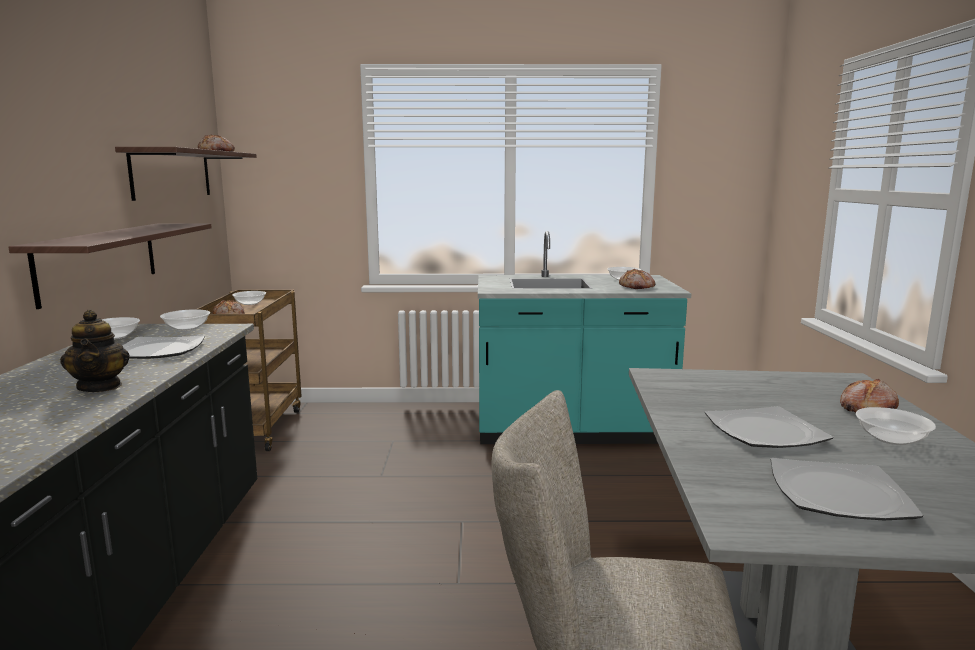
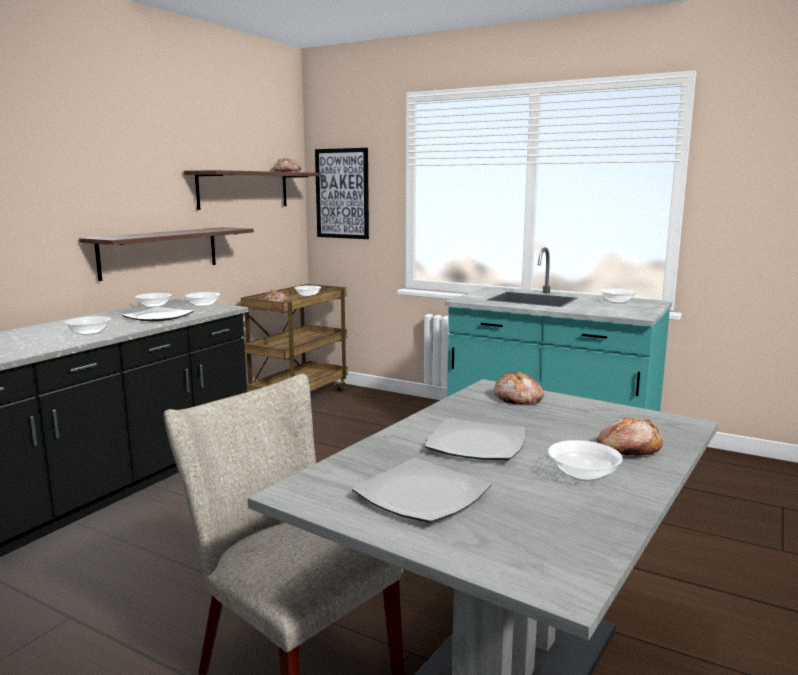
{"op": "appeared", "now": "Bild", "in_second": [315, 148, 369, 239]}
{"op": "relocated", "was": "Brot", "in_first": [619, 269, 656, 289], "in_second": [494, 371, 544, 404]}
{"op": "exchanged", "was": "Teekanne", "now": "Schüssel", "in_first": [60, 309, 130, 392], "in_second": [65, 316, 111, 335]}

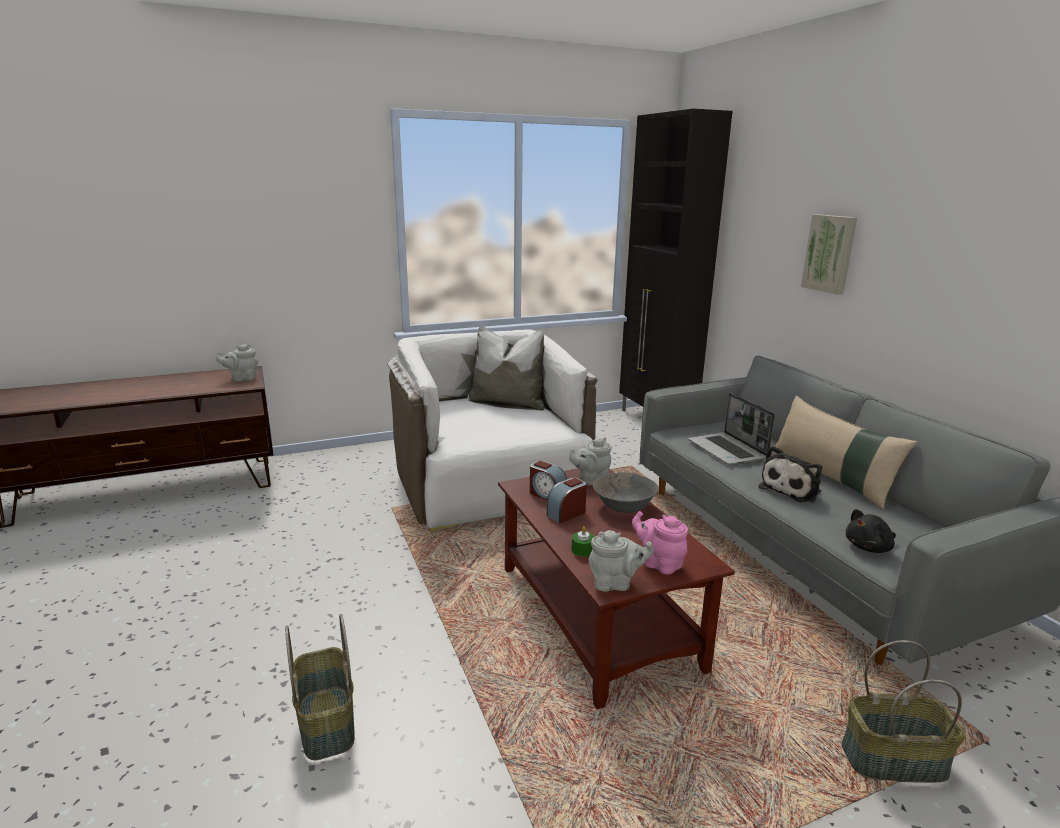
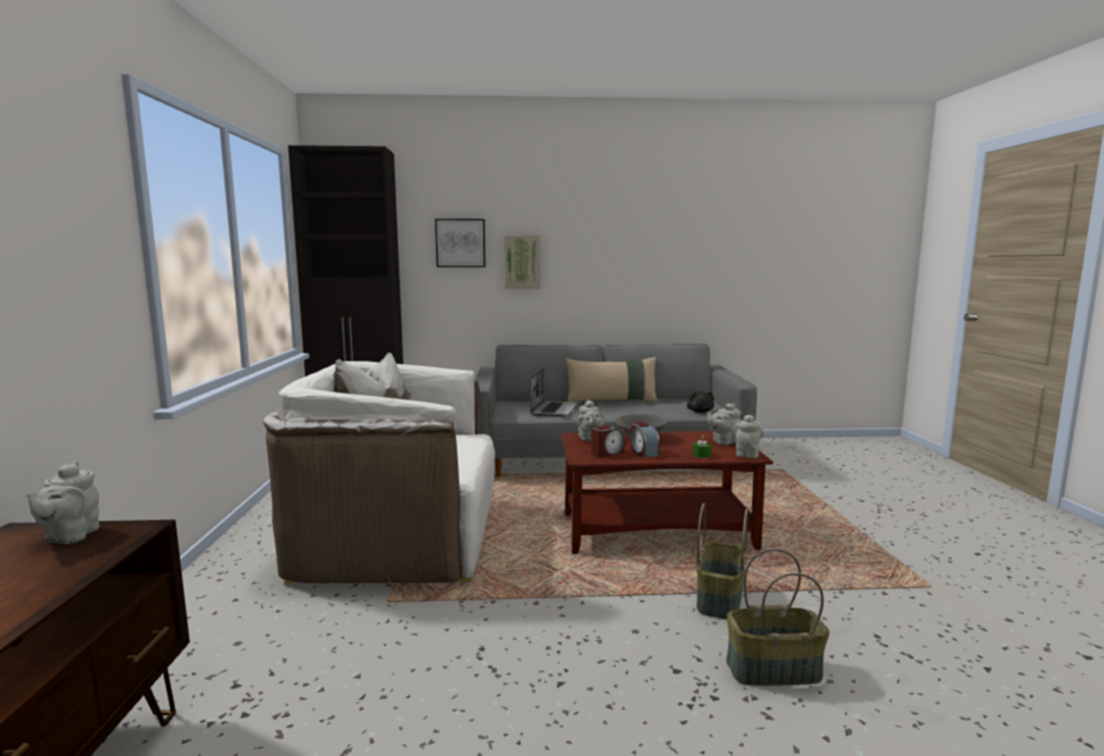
{"op": "missing", "was": "Plüschtier", "in_first": [759, 446, 822, 502]}
{"op": "appeared", "now": "Bild", "in_second": [435, 219, 486, 267]}
{"op": "relocated", "was": "Korb", "in_first": [842, 640, 966, 783], "in_second": [696, 503, 748, 619]}
{"op": "colour", "was": "Teekanne [rosa]", "now": "Teekanne [grau]", "in_first": [632, 511, 688, 574], "in_second": [707, 403, 741, 445]}
{"op": "spun", "was": "Laptop", "in_first": [688, 393, 775, 465], "in_second": [530, 368, 578, 417], "clockwise": -75}

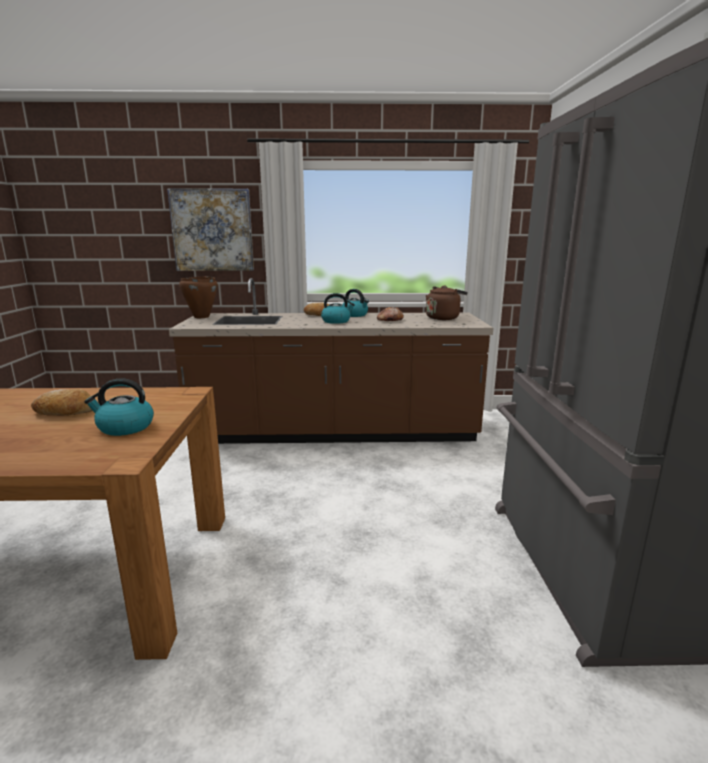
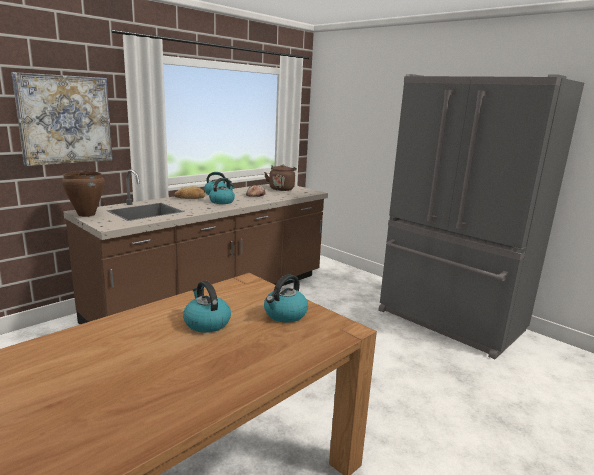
{"op": "exchanged", "was": "Brot", "now": "Wasserkessel", "in_first": [31, 389, 93, 416], "in_second": [183, 281, 231, 333]}

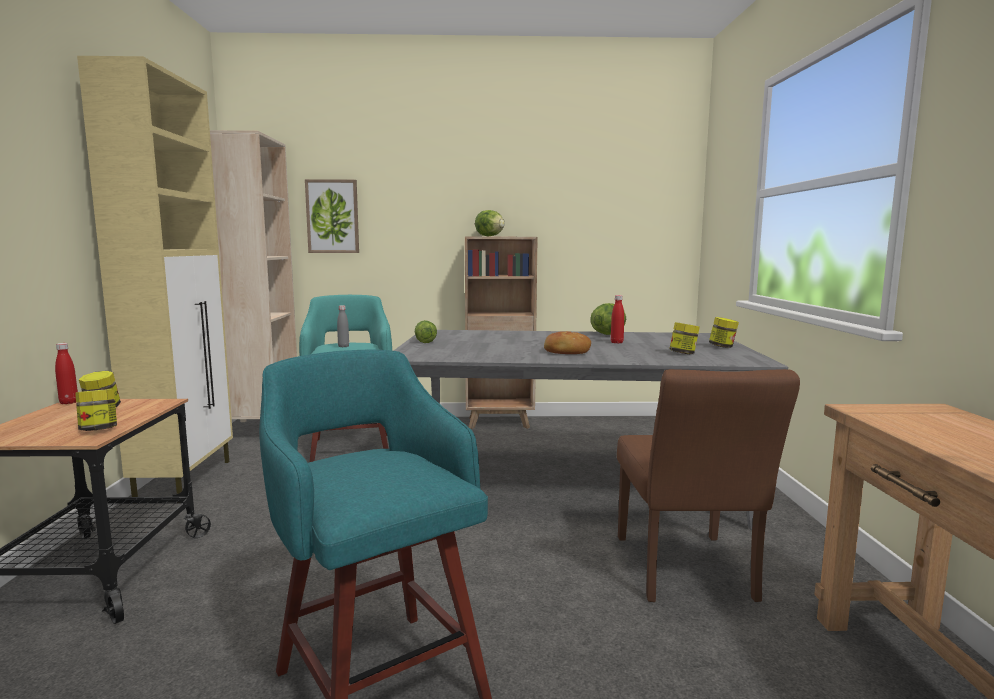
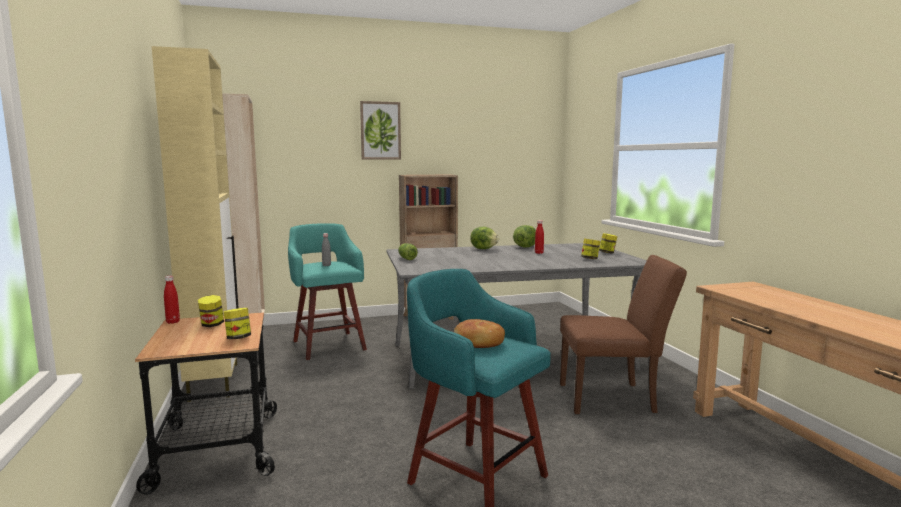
{"op": "relocated", "was": "Bild", "in_first": [305, 179, 359, 253], "in_second": [360, 101, 401, 159]}
{"op": "relocated", "was": "Salatkopf", "in_first": [475, 210, 505, 236], "in_second": [470, 227, 499, 249]}
{"op": "relocated", "was": "Brot", "in_first": [544, 331, 591, 354], "in_second": [454, 319, 505, 348]}
{"op": "spun", "was": "Stuhl [braun]", "in_first": [617, 369, 800, 602], "in_second": [560, 255, 687, 414], "clockwise": -75}

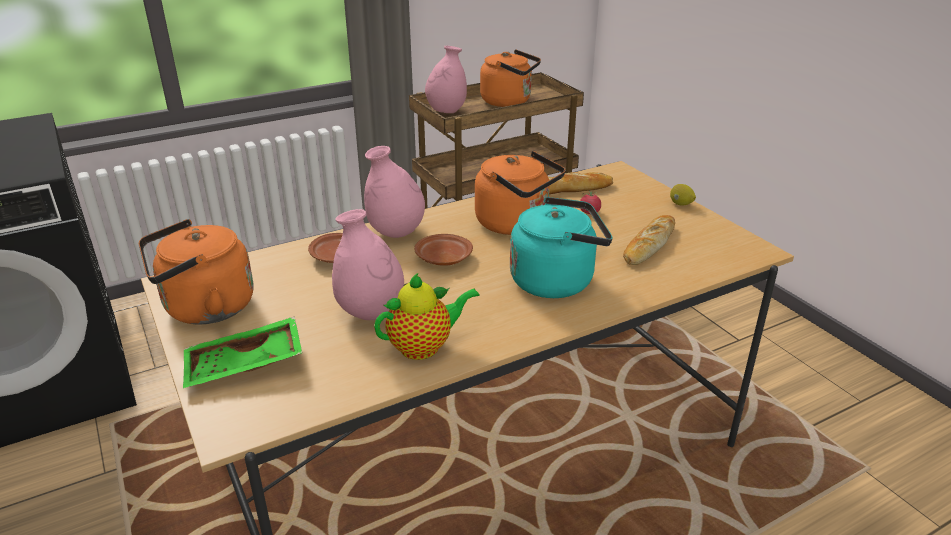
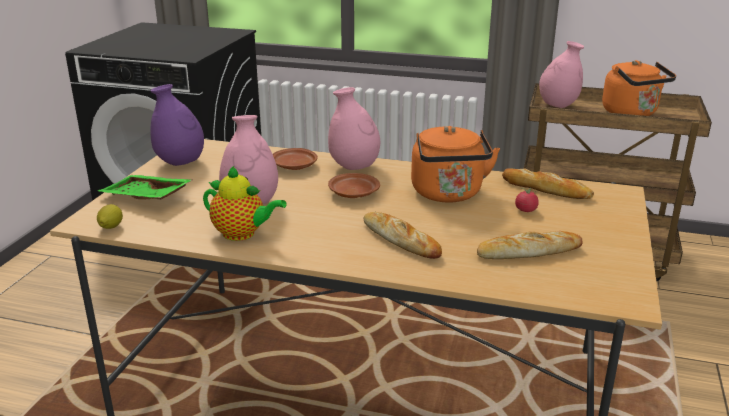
{"op": "relocated", "was": "Zitrone", "in_first": [670, 184, 696, 205], "in_second": [97, 204, 123, 229]}
{"op": "exchanged", "was": "Wasserkessel [orange]", "now": "Vase [lila]", "in_first": [139, 219, 254, 324], "in_second": [150, 84, 204, 166]}
{"op": "exchanged", "was": "Wasserkessel [türkis]", "now": "Brot", "in_first": [510, 197, 613, 298], "in_second": [364, 212, 442, 259]}

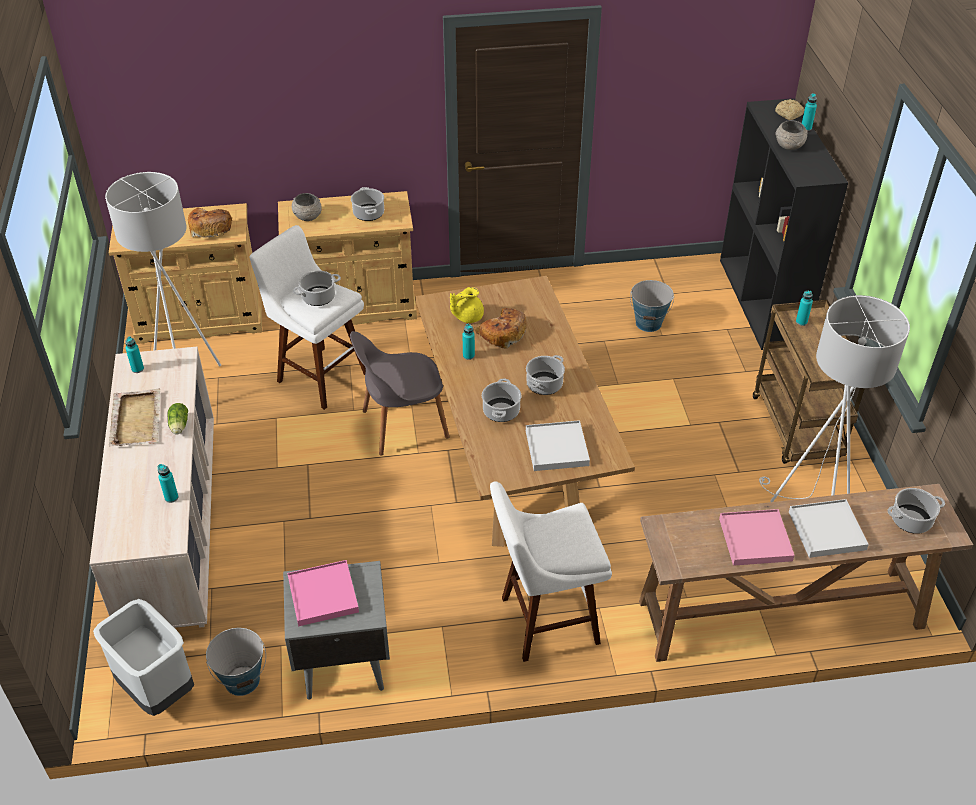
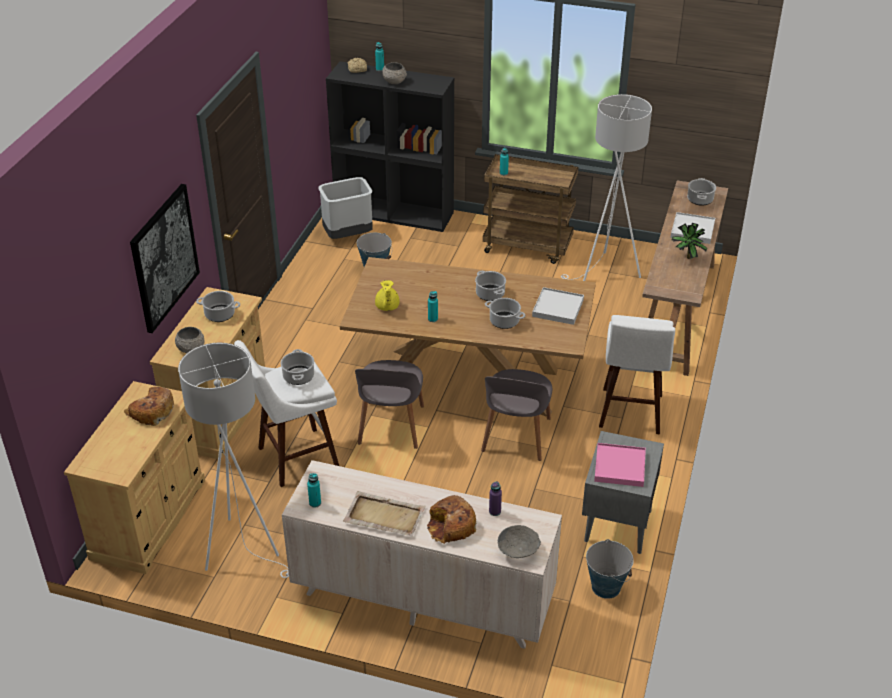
{"op": "missing", "was": "Salatkopf", "in_first": [167, 403, 188, 435]}
{"op": "appeared", "now": "Bild", "in_second": [130, 184, 200, 333]}
{"op": "appeared", "now": "Stuhl [grau]", "in_second": [481, 369, 552, 461]}
{"op": "appeared", "now": "Schüssel [grau]", "in_second": [498, 525, 541, 558]}
{"op": "relocated", "was": "Mülleimer [grau]", "in_first": [93, 599, 194, 716], "in_second": [318, 177, 373, 239]}
{"op": "relocated", "was": "Brot", "in_first": [475, 308, 526, 349], "in_second": [427, 495, 476, 544]}
{"op": "exchanged", "was": "Tablett [rosa]", "now": "Topfpflanze", "in_first": [719, 509, 794, 566], "in_second": [671, 223, 707, 259]}
{"op": "colour", "was": "Flasche [türkis]", "now": "Flasche [lila]", "in_first": [158, 464, 178, 503], "in_second": [489, 481, 502, 516]}

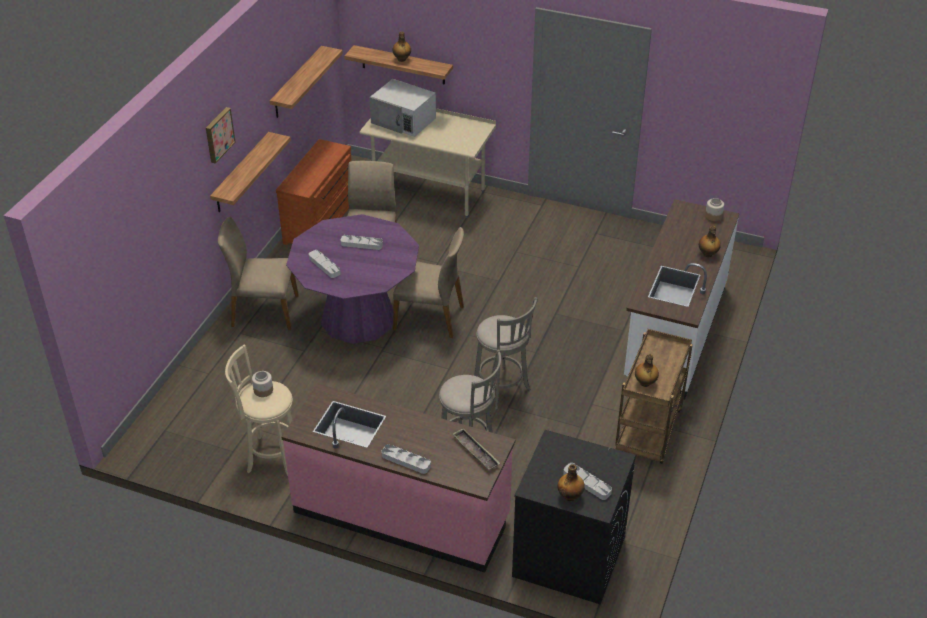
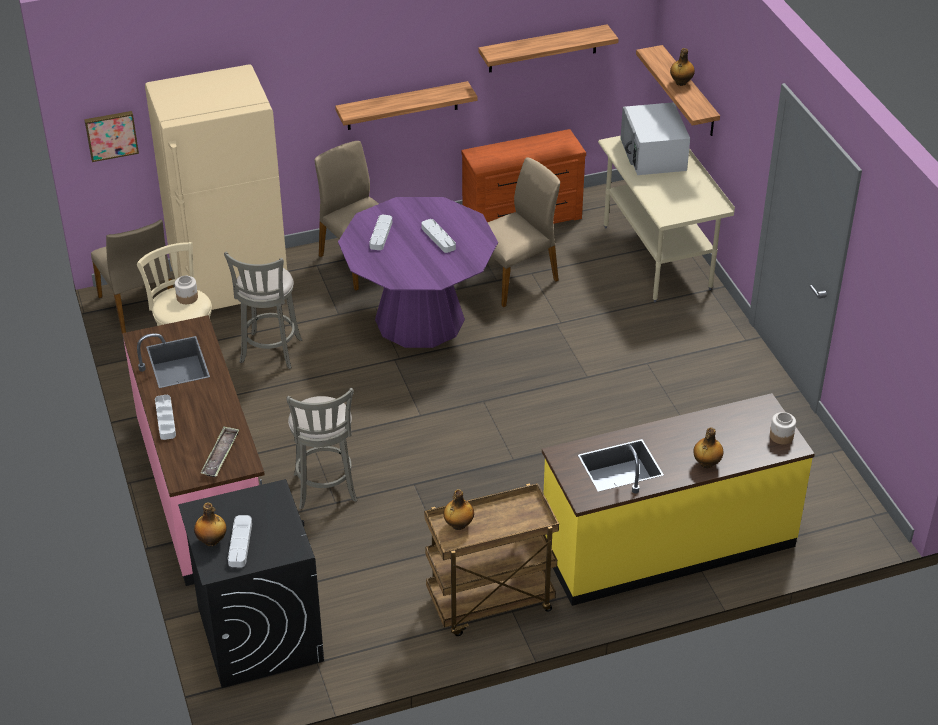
{"op": "appeared", "now": "Kühlschrank [beige]", "in_second": [145, 64, 287, 310]}
{"op": "relocated", "was": "Bild", "in_first": [206, 107, 236, 164], "in_second": [84, 111, 139, 162]}
{"op": "relocated", "was": "Stuhl [beige]", "in_first": [393, 227, 464, 338], "in_second": [91, 220, 173, 333]}
{"op": "relocated", "was": "Hocker [grau]", "in_first": [474, 297, 537, 410], "in_second": [224, 252, 302, 369]}
{"op": "colour", "was": "Küchenzeile [weiß]", "now": "Küchenzeile [gelb]", "in_first": [624, 199, 739, 400], "in_second": [542, 393, 815, 606]}

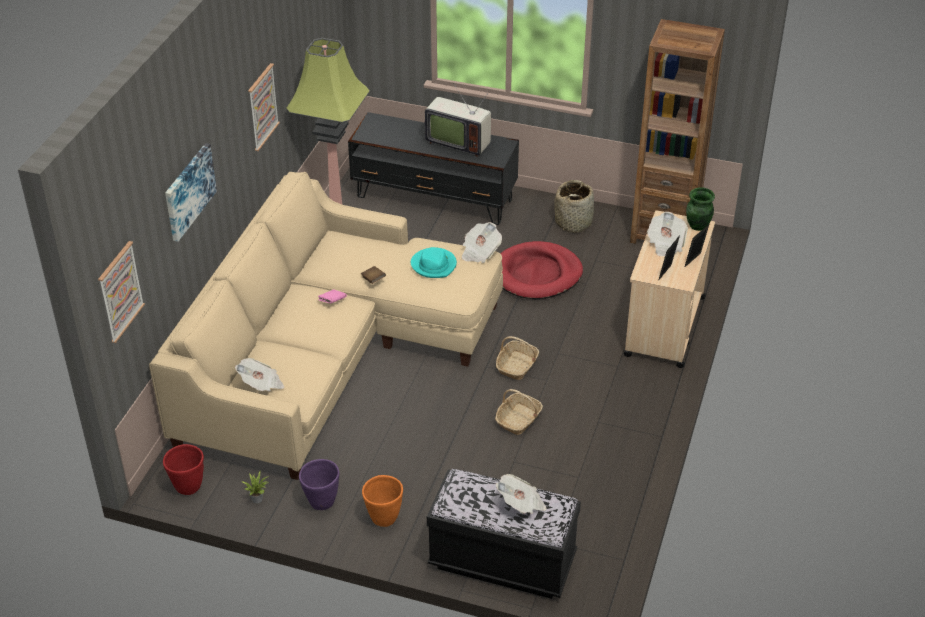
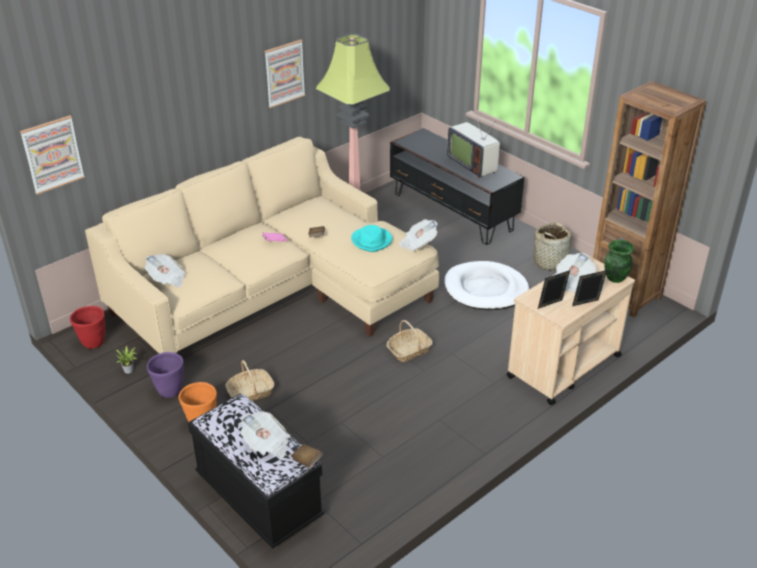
{"op": "missing", "was": "Bild", "in_first": [165, 143, 217, 242]}
{"op": "appeared", "now": "Buch [braun]", "in_second": [291, 444, 323, 468]}
{"op": "relocated", "was": "Korb", "in_first": [495, 389, 543, 435], "in_second": [225, 360, 274, 401]}
{"op": "colour", "was": "Hundebett [rot]", "now": "Hundebett [weiß]", "in_first": [500, 241, 583, 299], "in_second": [444, 261, 529, 310]}

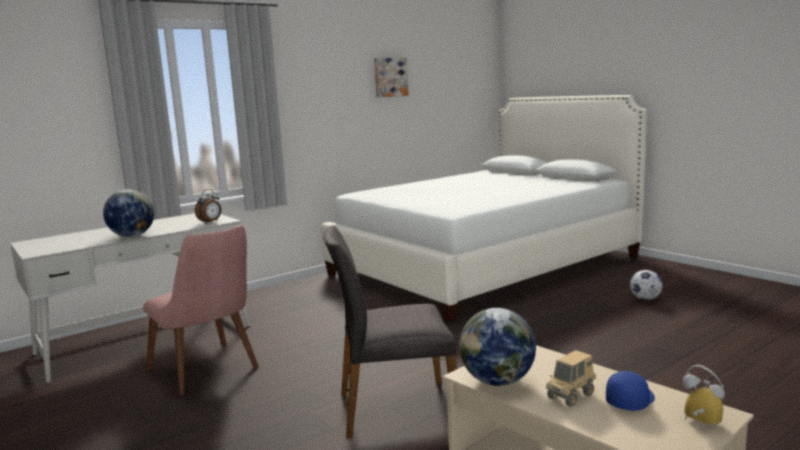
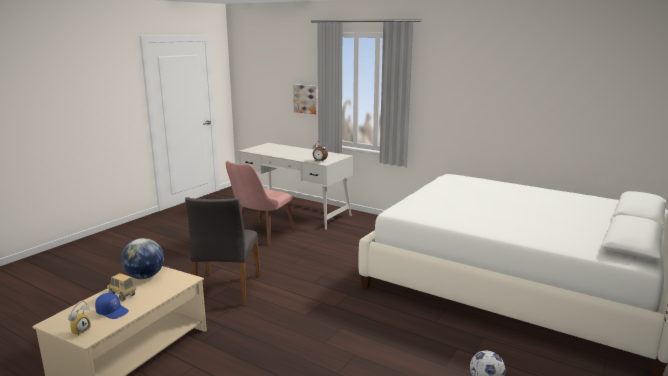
{"op": "missing", "was": "Globus", "in_first": [103, 189, 154, 237]}
{"op": "relocated", "was": "Bild", "in_first": [374, 57, 409, 97], "in_second": [293, 84, 318, 114]}
{"op": "spun", "was": "Stuhl [grau]", "in_first": [323, 225, 457, 438], "in_second": [185, 197, 260, 306], "clockwise": -150}

